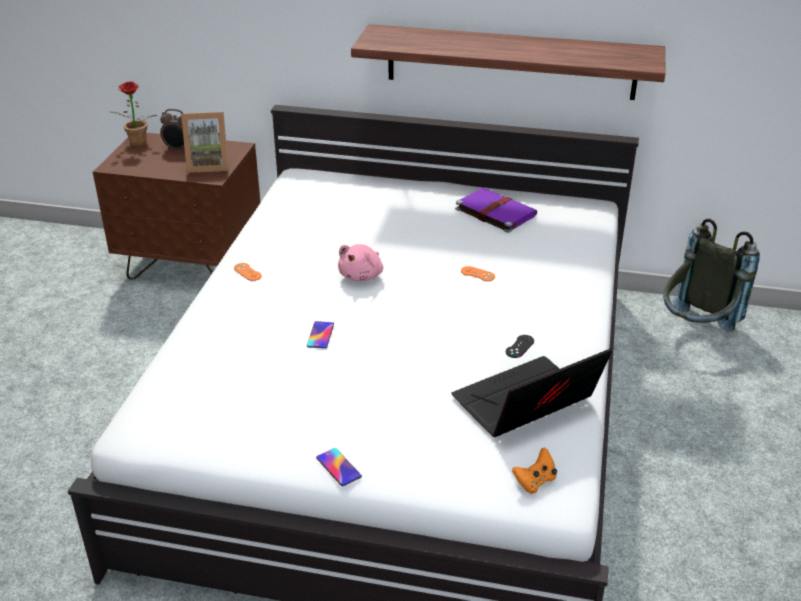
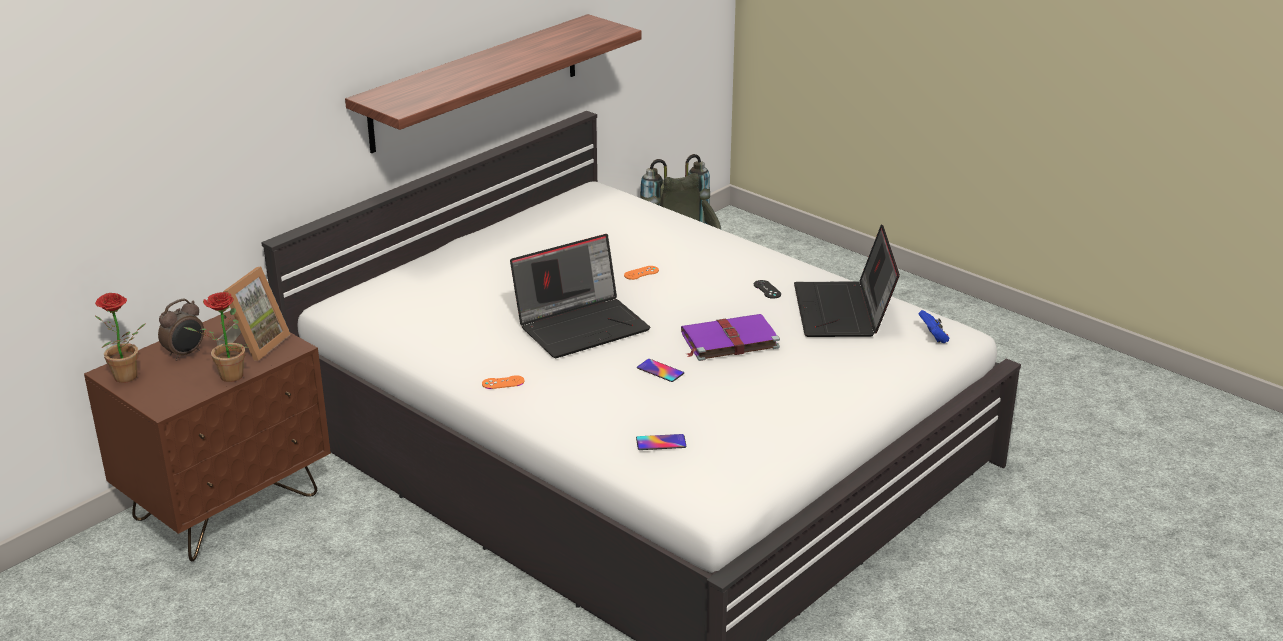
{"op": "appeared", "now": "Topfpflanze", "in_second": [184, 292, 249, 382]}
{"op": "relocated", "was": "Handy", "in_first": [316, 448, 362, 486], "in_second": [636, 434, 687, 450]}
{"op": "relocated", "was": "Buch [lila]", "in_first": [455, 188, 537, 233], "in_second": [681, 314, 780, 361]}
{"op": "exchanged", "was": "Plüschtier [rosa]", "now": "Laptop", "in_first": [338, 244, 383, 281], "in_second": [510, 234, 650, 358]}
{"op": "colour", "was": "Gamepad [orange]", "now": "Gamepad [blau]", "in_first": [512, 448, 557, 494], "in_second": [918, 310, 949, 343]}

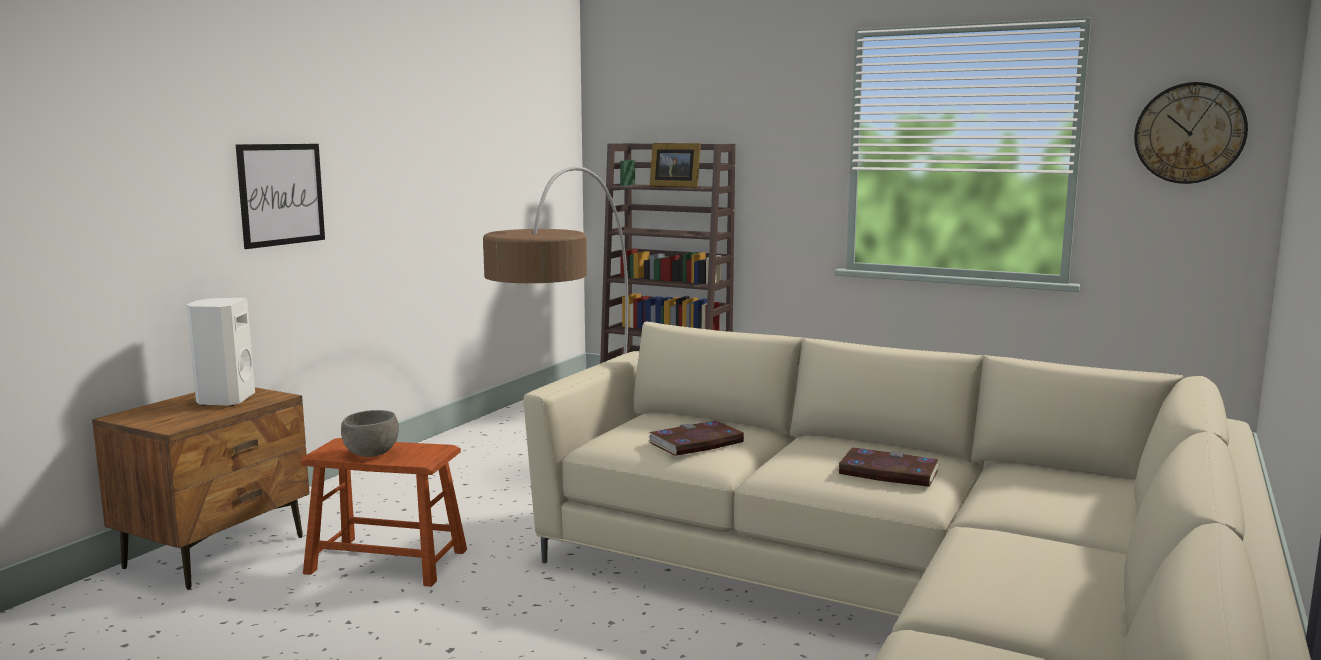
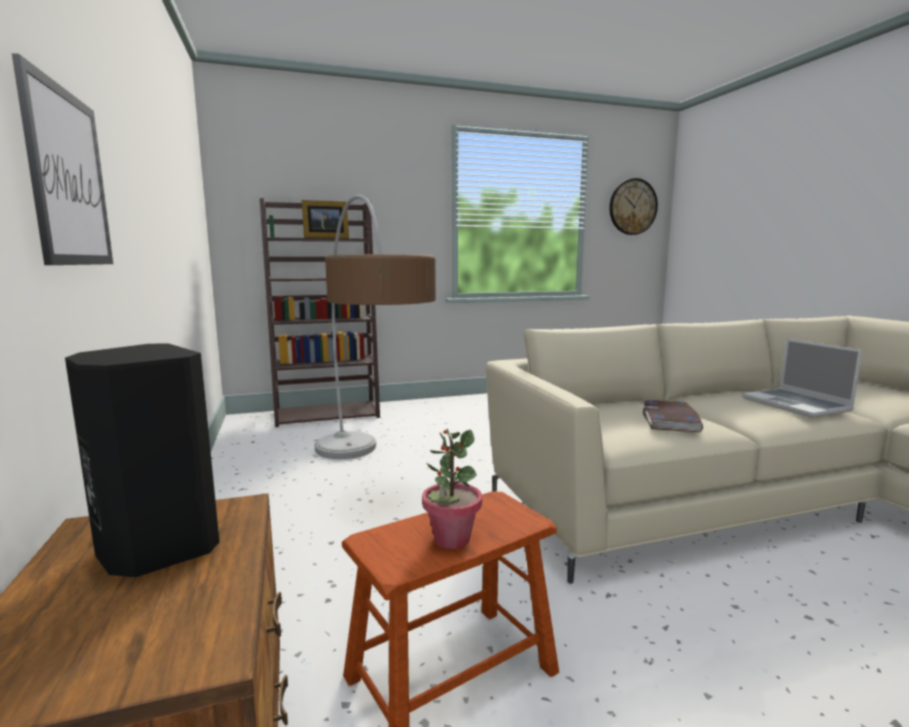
{"op": "exchanged", "was": "Schüssel [grau]", "now": "Topfpflanze", "in_first": [341, 410, 399, 457], "in_second": [422, 429, 482, 549]}
{"op": "exchanged", "was": "Buch", "now": "Laptop", "in_first": [837, 447, 939, 487], "in_second": [742, 338, 862, 418]}
{"op": "colour", "was": "Lautsprecher [weiß]", "now": "Lautsprecher [schwarz]", "in_first": [187, 298, 255, 406], "in_second": [65, 343, 219, 577]}

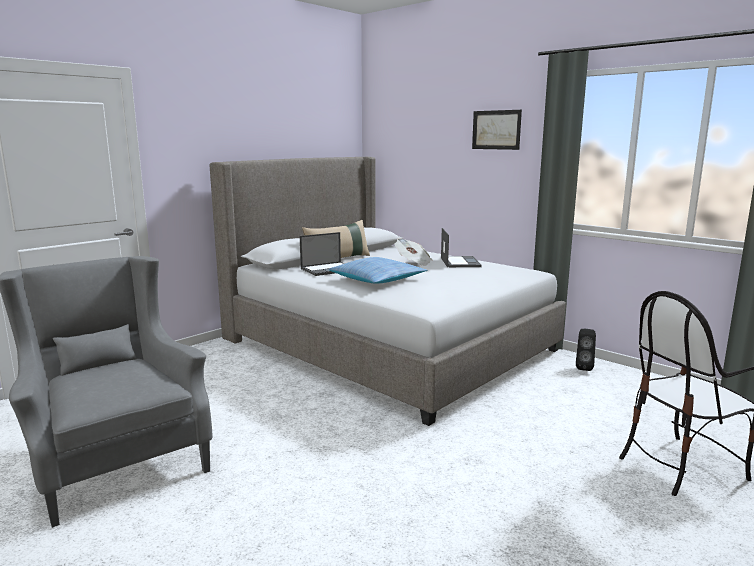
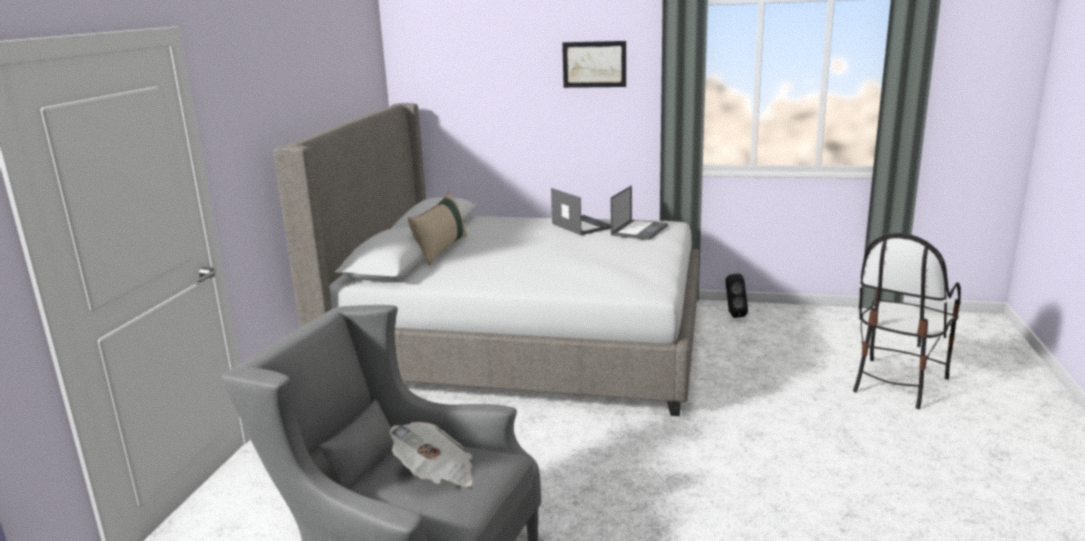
{"op": "missing", "was": "Kissen", "in_first": [329, 257, 427, 284]}
{"op": "relocated", "was": "Laptop", "in_first": [300, 232, 345, 276], "in_second": [610, 186, 668, 240]}
{"op": "relocated", "was": "Zeitung", "in_first": [394, 238, 433, 266], "in_second": [390, 422, 472, 487]}

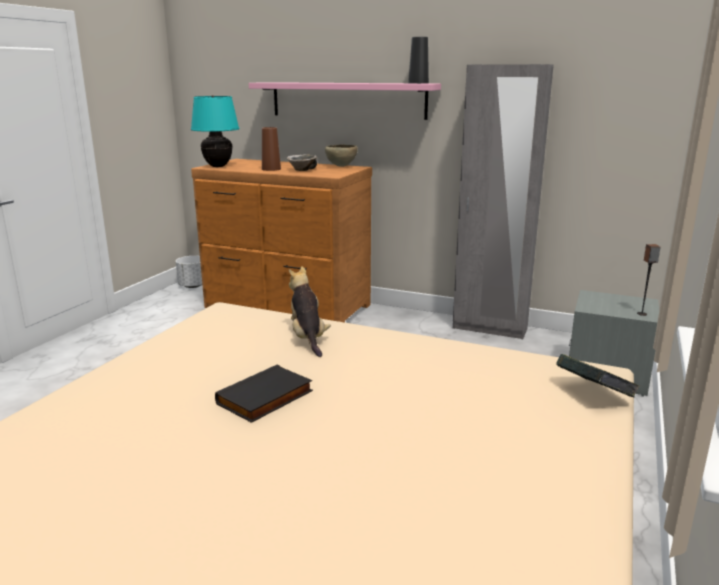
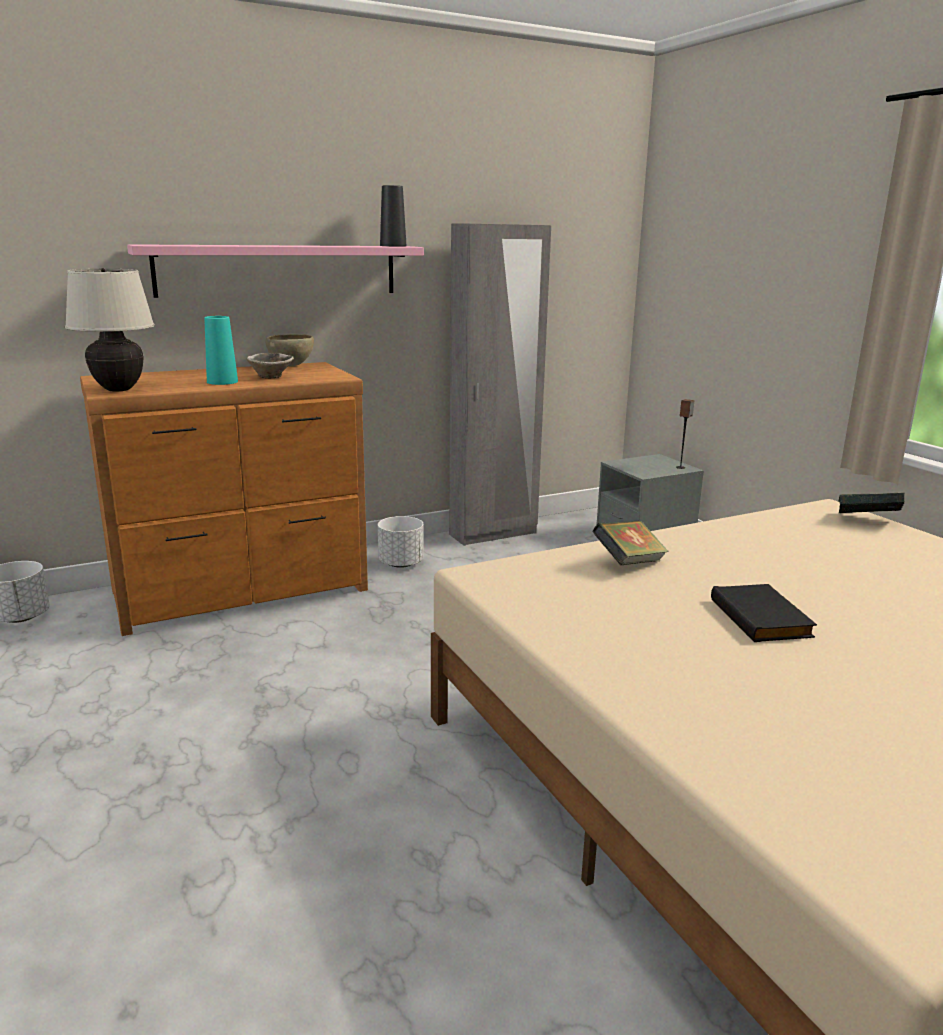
{"op": "appeared", "now": "Pflanzkübel [weiß]", "in_second": [378, 516, 424, 568]}
{"op": "exchanged", "was": "Plüschtier", "now": "Buch", "in_first": [289, 266, 331, 357], "in_second": [592, 520, 669, 565]}
{"op": "colour", "was": "Tischlampe [türkis]", "now": "Tischlampe [beige]", "in_first": [191, 95, 240, 167], "in_second": [65, 268, 155, 392]}
{"op": "colour", "was": "Vase [braun]", "now": "Vase [türkis]", "in_first": [262, 127, 281, 171], "in_second": [204, 316, 238, 385]}

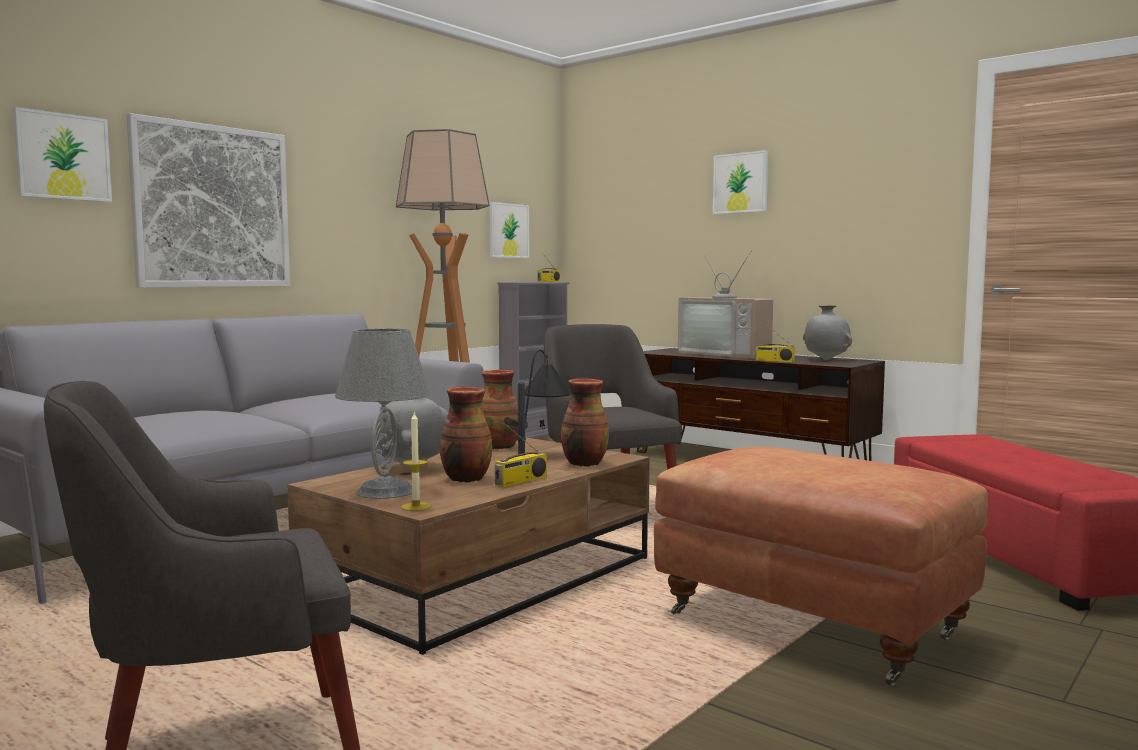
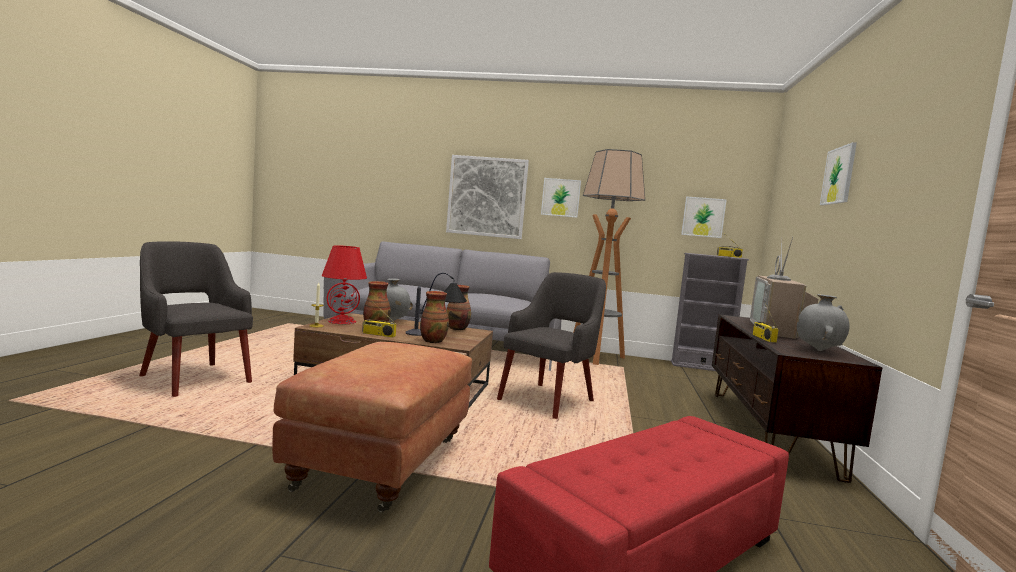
{"op": "relocated", "was": "Bild", "in_first": [13, 107, 112, 202], "in_second": [541, 178, 581, 218]}
{"op": "colour", "was": "Tischlampe [grau]", "now": "Tischlampe [rot]", "in_first": [335, 328, 431, 499], "in_second": [322, 245, 367, 324]}

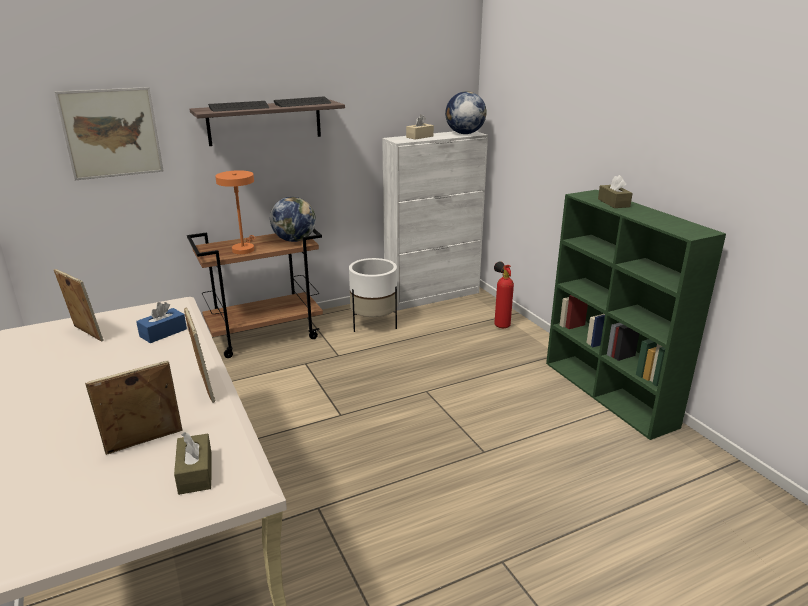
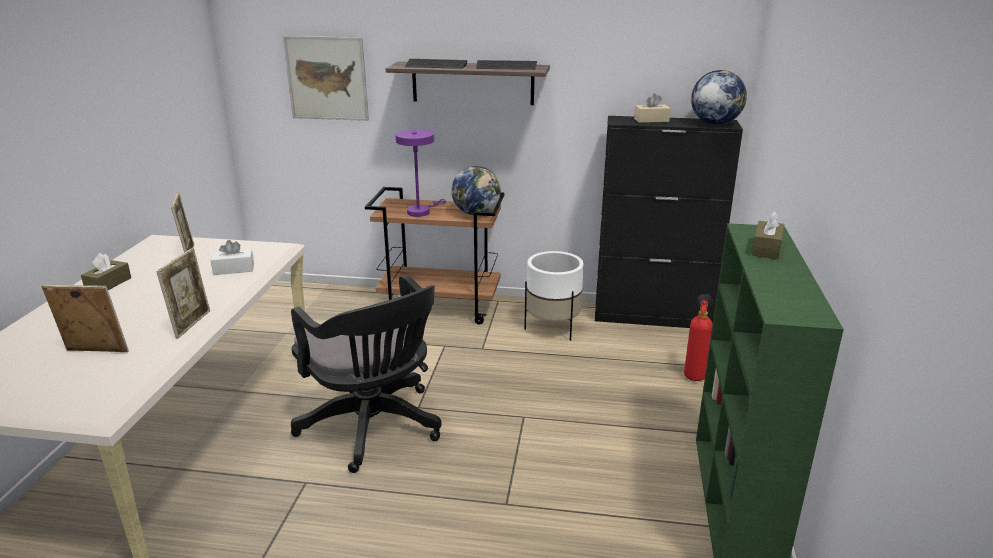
{"op": "appeared", "now": "Bürostuhl [schwarz]", "in_second": [291, 275, 442, 473]}
{"op": "relocated", "was": "Taschentuchbox [braun]", "in_first": [174, 432, 212, 495], "in_second": [81, 253, 131, 290]}
{"op": "colour", "was": "Taschentuchbox [blau]", "now": "Taschentuchbox [weiß]", "in_first": [136, 302, 187, 343], "in_second": [211, 240, 254, 275]}
{"op": "colour", "was": "Tischlampe [orange]", "now": "Tischlampe [lila]", "in_first": [215, 170, 255, 254], "in_second": [395, 129, 446, 217]}
{"op": "colour", "was": "Schrank [weiß]", "now": "Schrank [schwarz]", "in_first": [382, 131, 488, 311], "in_second": [595, 116, 743, 328]}

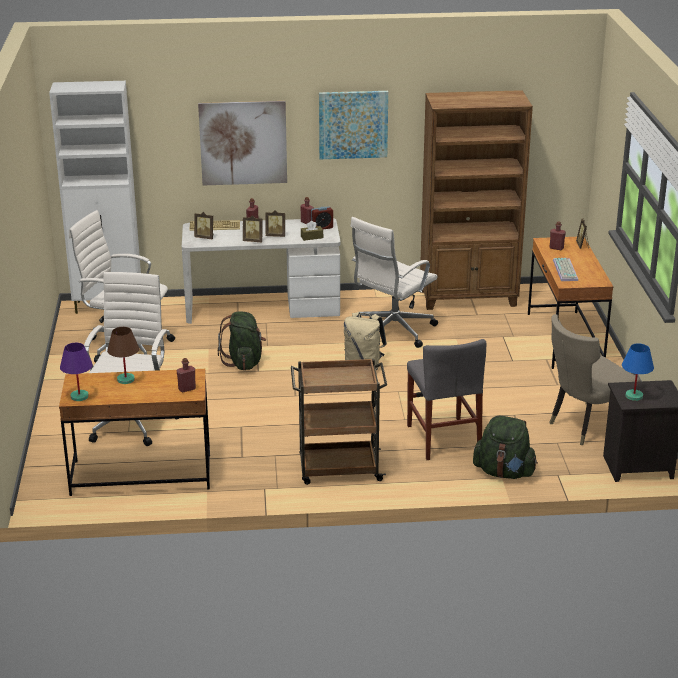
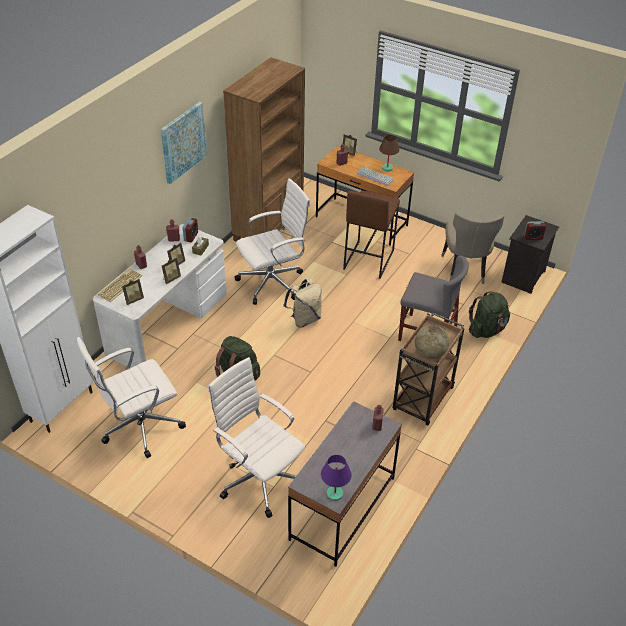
{"op": "missing", "was": "Bild", "in_first": [198, 101, 287, 185]}
{"op": "appeared", "now": "Hocker [braun]", "in_second": [343, 190, 400, 279]}
{"op": "appeared", "now": "Globus", "in_second": [415, 325, 449, 359]}
{"op": "relocated", "was": "Tischlampe [braun]", "in_first": [107, 327, 139, 384], "in_second": [379, 135, 399, 171]}
{"op": "exchanged", "was": "Tischlampe [blau]", "now": "Wecker", "in_first": [622, 343, 654, 401], "in_second": [524, 221, 546, 240]}
{"op": "colour", "was": "Schreibtisch [braun]", "now": "Schreibtisch [grau]", "in_first": [59, 369, 210, 496], "in_second": [288, 401, 402, 567]}
{"op": "spun", "was": "Bürostuhl [weiß]", "in_first": [351, 217, 438, 348], "in_second": [235, 178, 310, 305], "clockwise": -105}

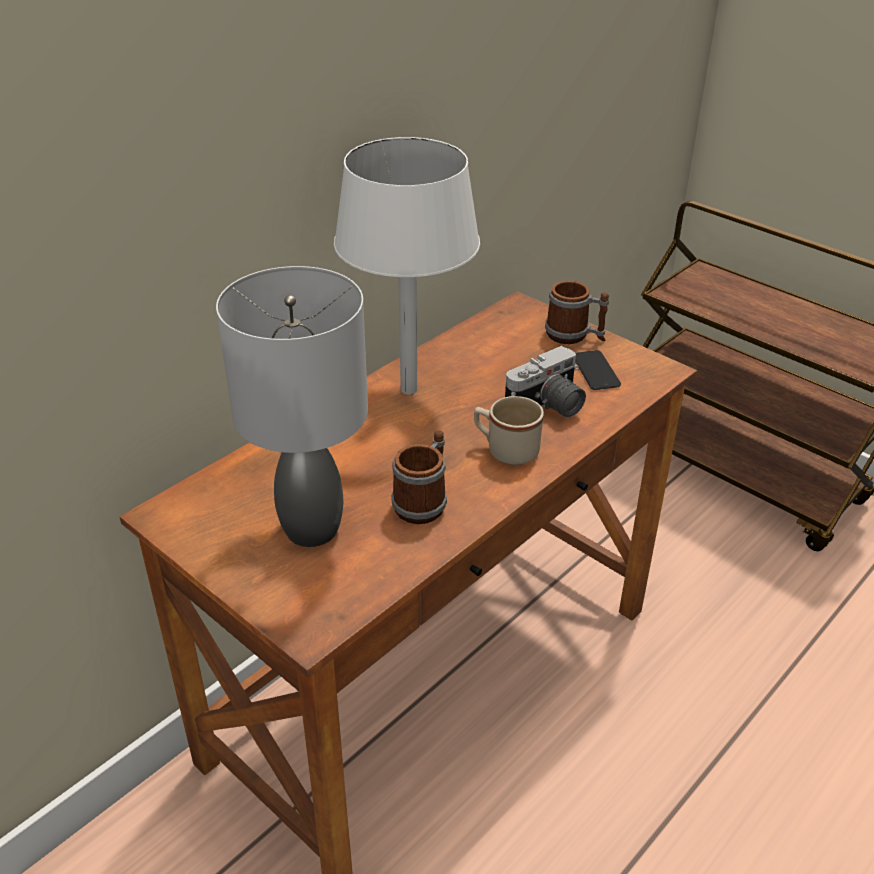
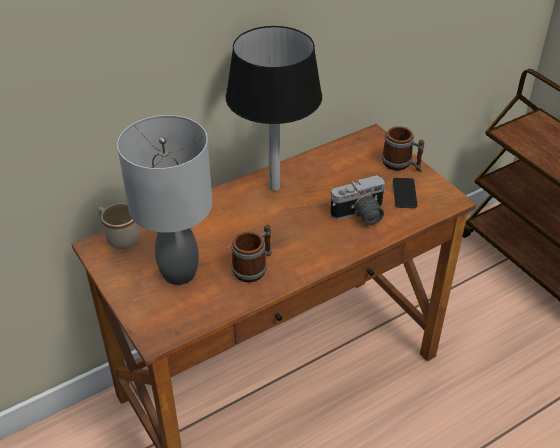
{"op": "relocated", "was": "Henkelbecher [beige]", "in_first": [474, 396, 544, 465], "in_second": [98, 203, 140, 249]}
{"op": "colour", "was": "Tischlampe [weiß]", "now": "Tischlampe [schwarz]", "in_first": [334, 137, 480, 395], "in_second": [225, 26, 322, 191]}

